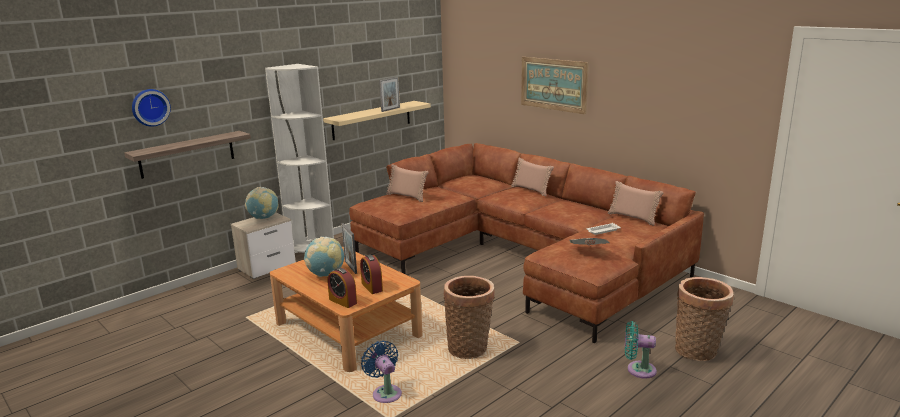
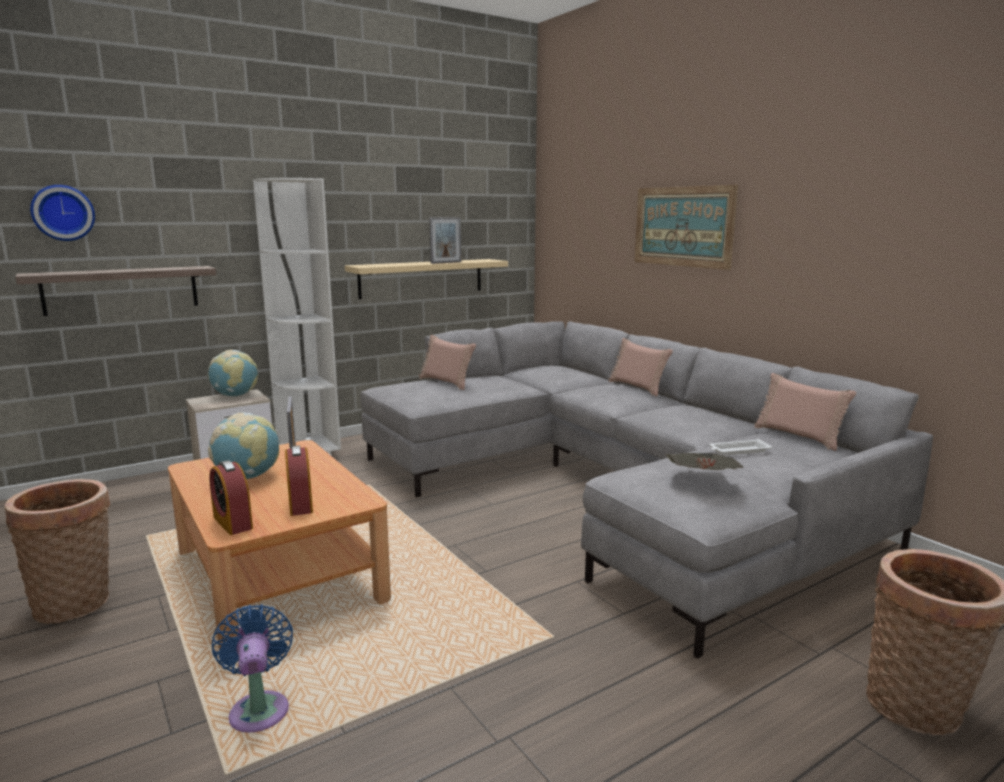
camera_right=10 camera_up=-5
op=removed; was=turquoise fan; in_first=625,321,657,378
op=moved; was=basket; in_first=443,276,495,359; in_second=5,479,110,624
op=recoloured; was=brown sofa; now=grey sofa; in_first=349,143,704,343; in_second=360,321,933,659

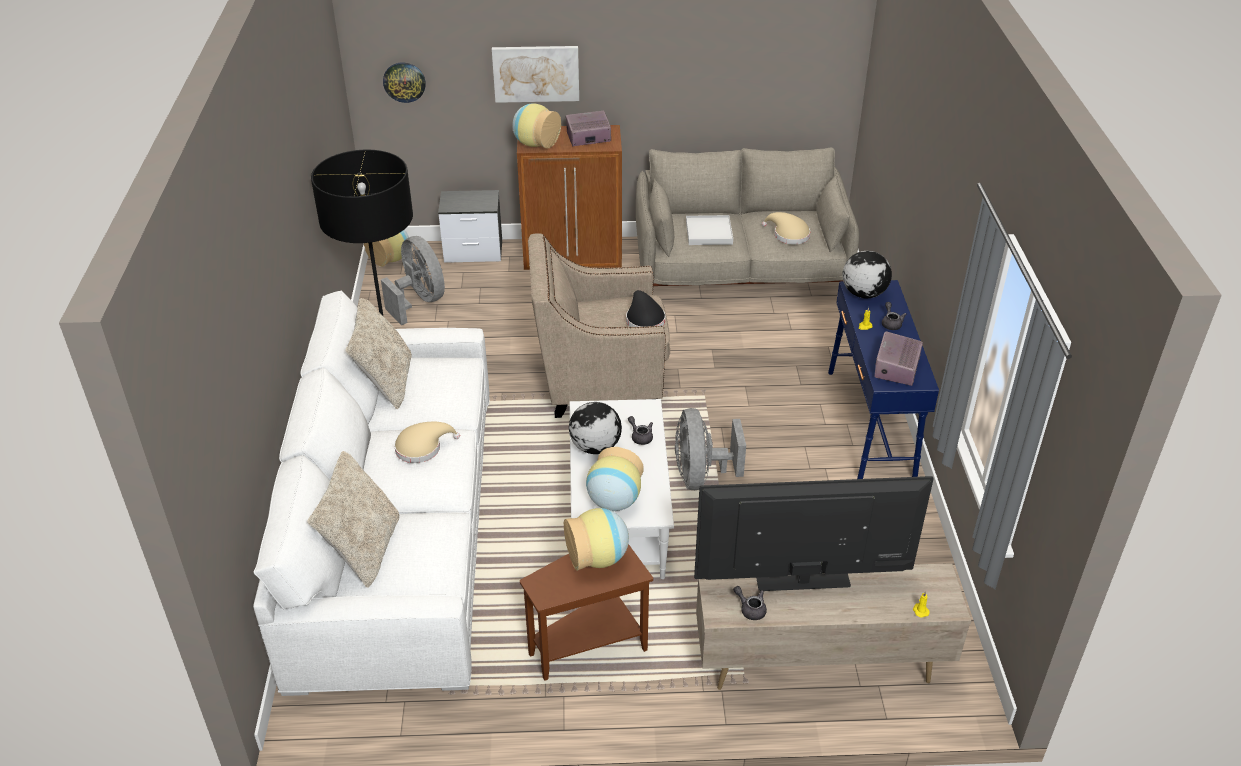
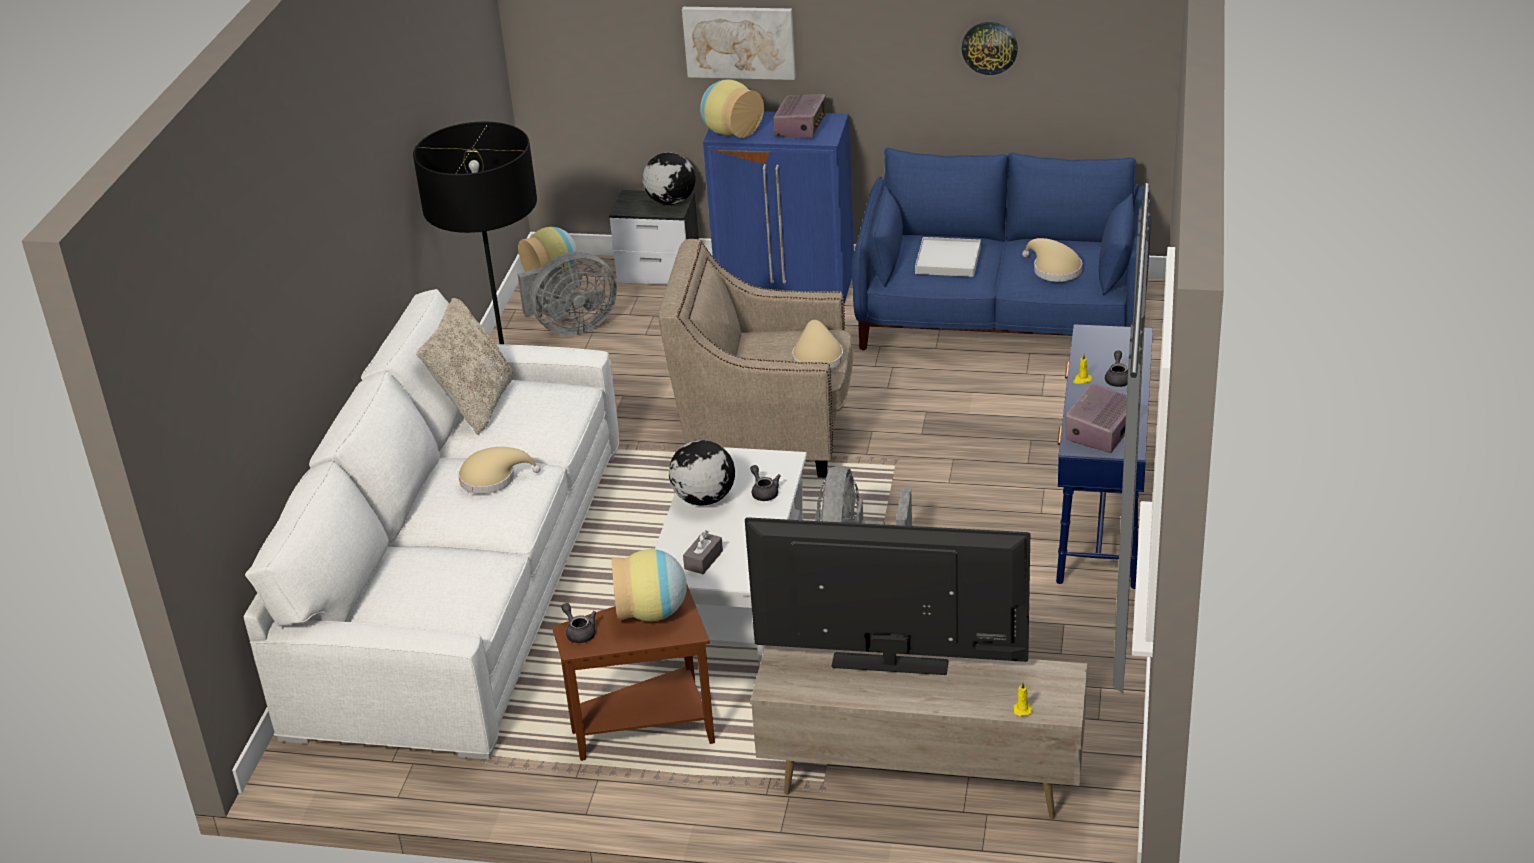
camera_right=15 camera_up=-5
op=removed; was=beige pillow; in_first=307,451,400,588
op=moved; was=wall clock; in_first=383,63,426,103; in_second=962,22,1018,75
op=moved; was=grey teapot; in_first=733,586,767,620; in_second=561,603,596,643
op=moved; was=globe; in_first=843,251,892,298; in_second=643,152,696,205
op=replaced; was=vase; now=grey tissue box; in_first=586,447,644,511; in_second=683,530,723,574
op=recoloured; was=brown cabinet; now=blue cabinet; in_first=517,125,622,270; in_second=703,111,854,304
op=recoloured; was=black hat; now=beige hat; in_first=626,290,665,327; in_second=792,320,843,370
op=recoloured; was=beige sofa; now=blue sofa; in_first=636,148,859,286; in_second=852,148,1150,351
op=turned; was=grey fan; in_first=381,236,445,325; in_second=518,252,617,336; clockwise=90
op=turned; was=radio; in_first=566,111,611,146; in_second=773,94,826,138; clockwise=105

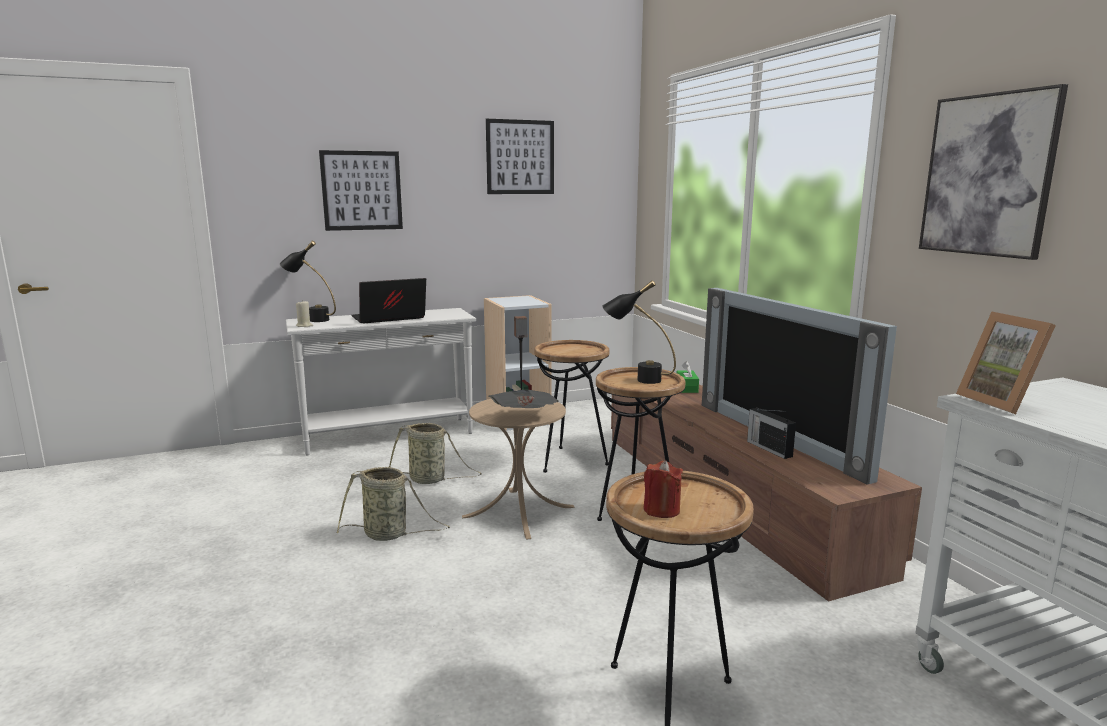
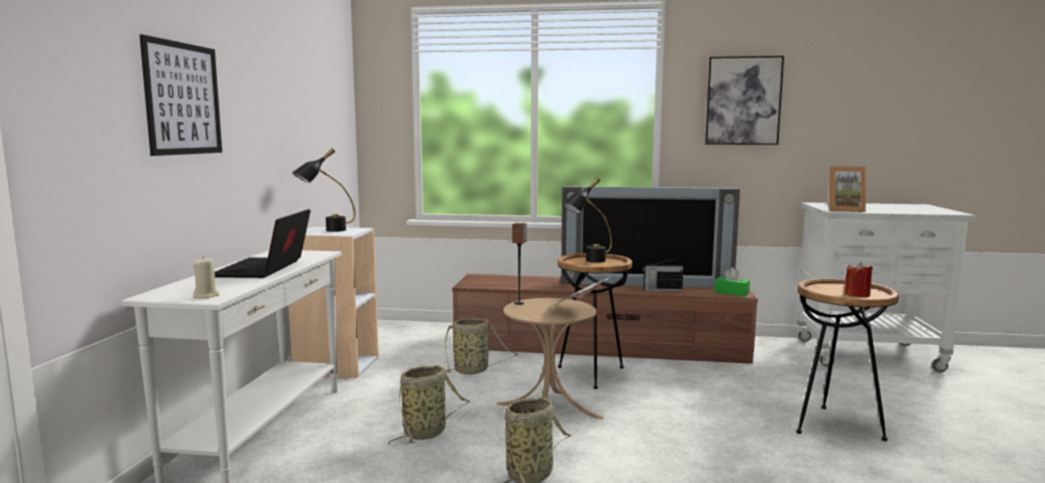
camera_right=-60 camera_up=-5
op=removed; was=picture; in_first=486,119,554,194
op=moved; was=black table lamp; in_first=280,241,336,322; in_second=292,148,355,232
op=moved; was=green tissue box; in_first=677,361,699,393; in_second=715,267,750,296
op=replaced; was=brown side table; now=basket; in_first=534,340,609,473; in_second=445,318,518,374

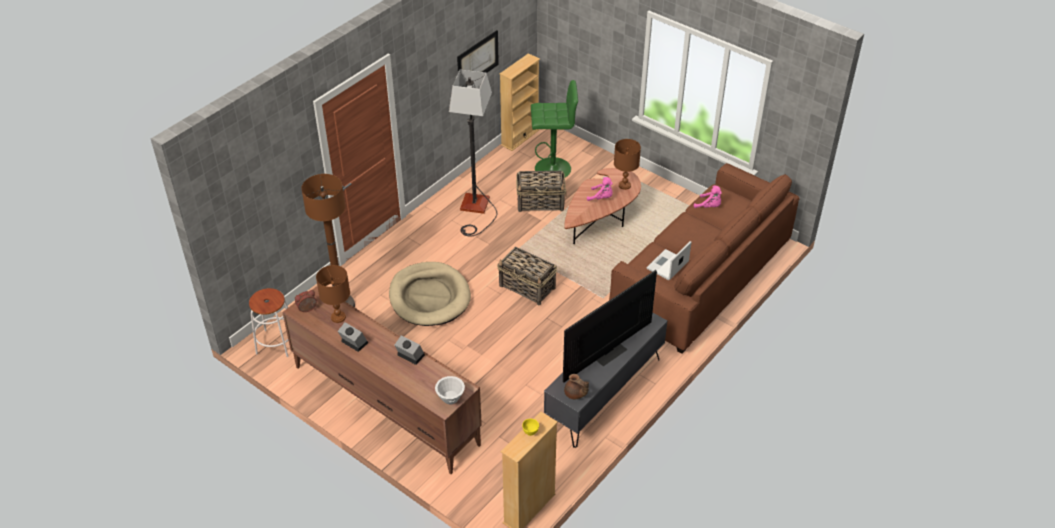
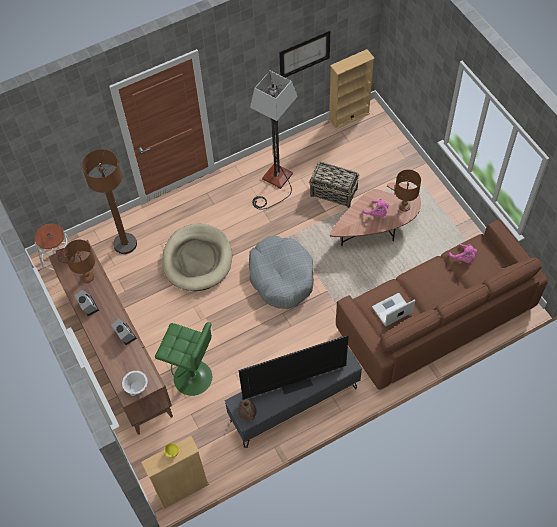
camera_right=25 camera_up=15
op=moved; was=green stool; in_first=531,80,578,179; in_second=155,322,212,396
op=replaced; was=basket; now=grey dog bed; in_first=497,247,557,305; in_second=249,236,314,309

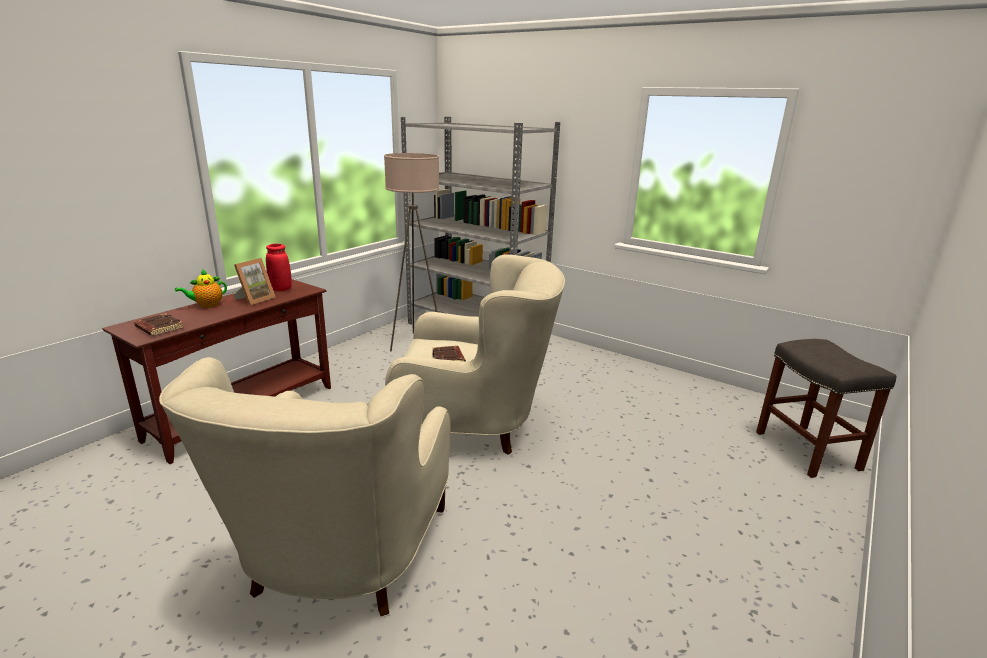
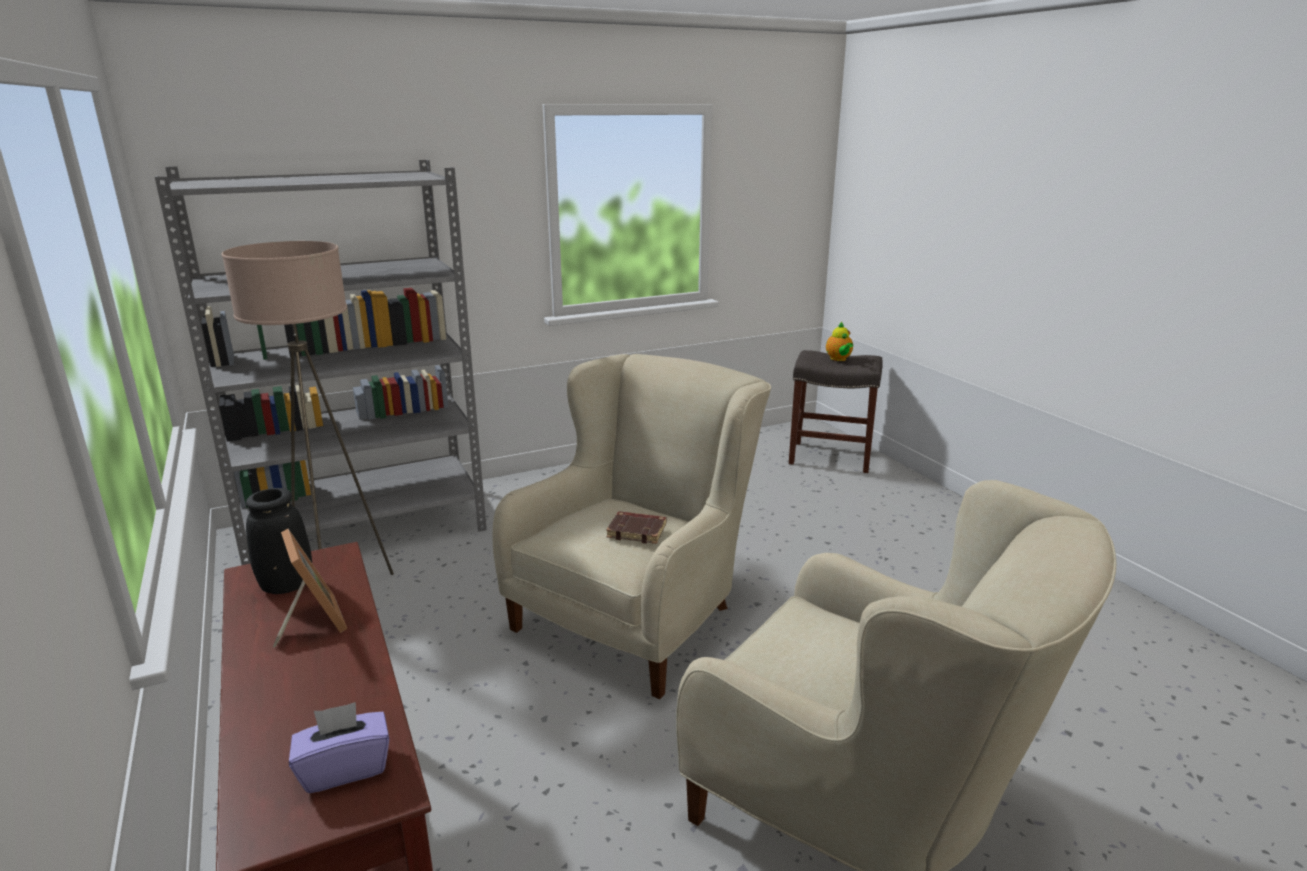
camera_right=-60 camera_up=0
op=moved; was=teapot; in_first=175,269,227,308; in_second=826,322,853,361
op=replaced; was=brown book; now=purple tissue box; in_first=134,313,184,336; in_second=289,702,389,793
op=recoloured; was=red vase; now=black vase; in_first=266,244,291,291; in_second=246,488,312,594

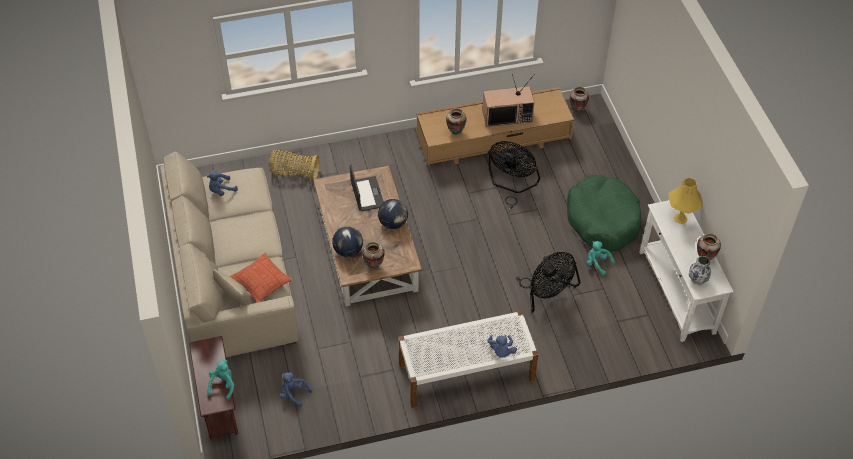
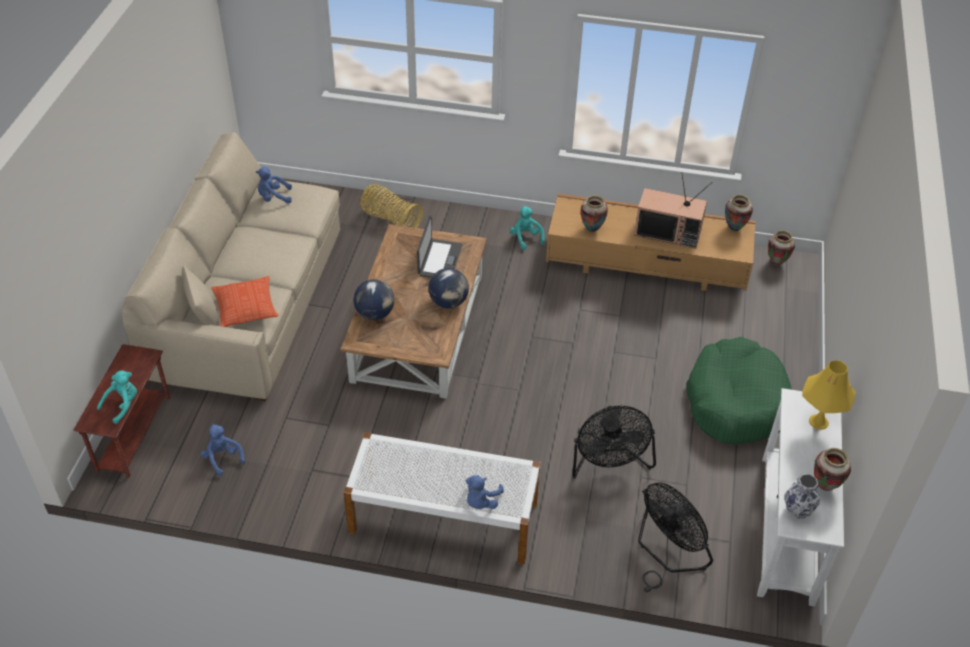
camera_right=25 camera_up=-5
op=moved; was=vase; in_first=362,241,385,269; in_second=725,195,753,231
op=moved; was=black fan; in_first=488,141,540,209; in_second=638,482,713,593
op=moved; was=turquoise plush toy; in_first=587,241,615,275; in_second=510,206,545,250

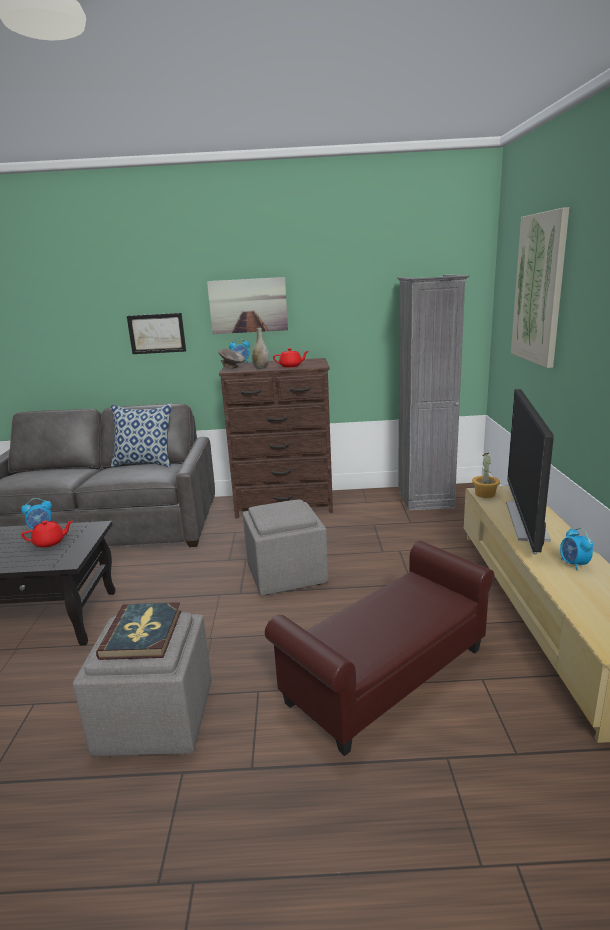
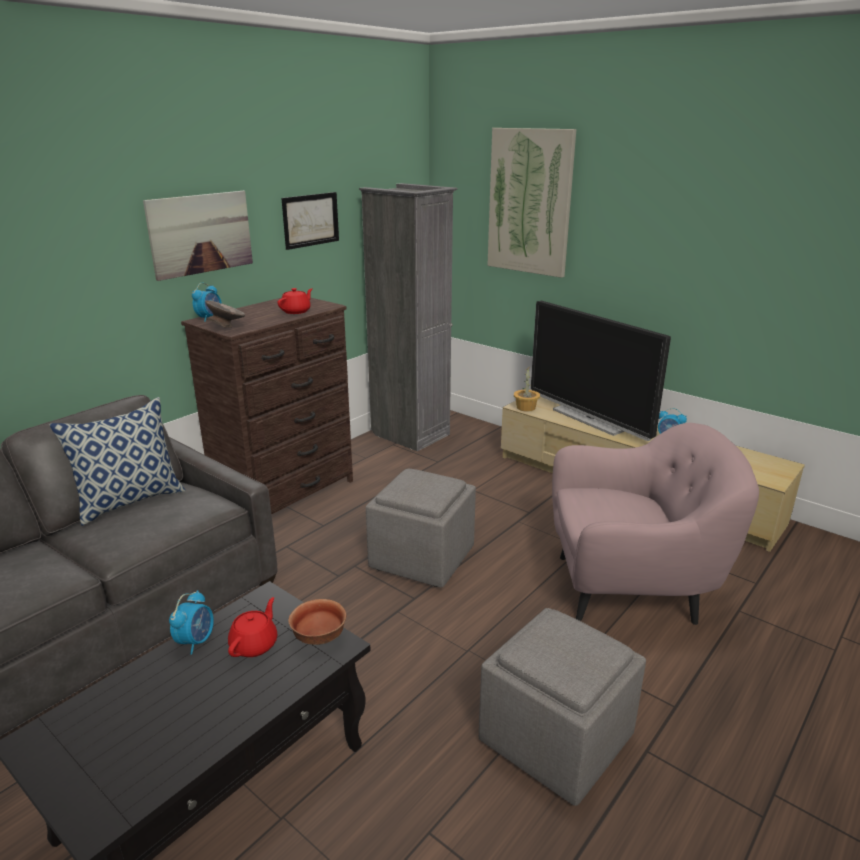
camera_right=-50 camera_up=5
op=removed; was=book; in_first=96,602,181,660
op=removed; was=grey vase; in_first=252,328,269,369
op=added; now=bowl; in_second=288,599,346,645
op=moved; was=picture; in_first=127,313,186,354; in_second=281,192,339,250
op=replaced; was=brown ottoman; now=pink armchair; in_first=265,541,494,756; in_second=552,423,759,625

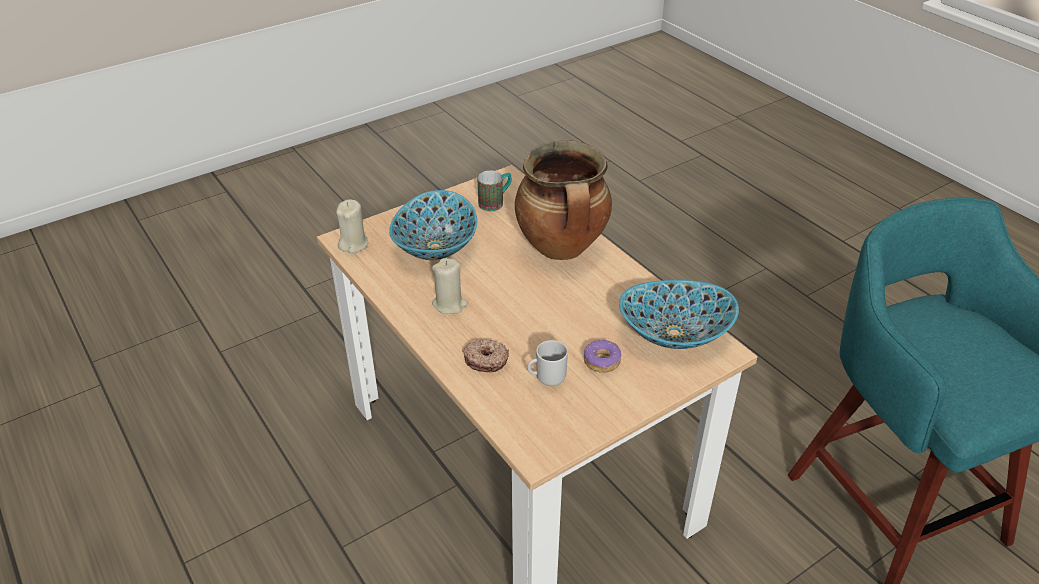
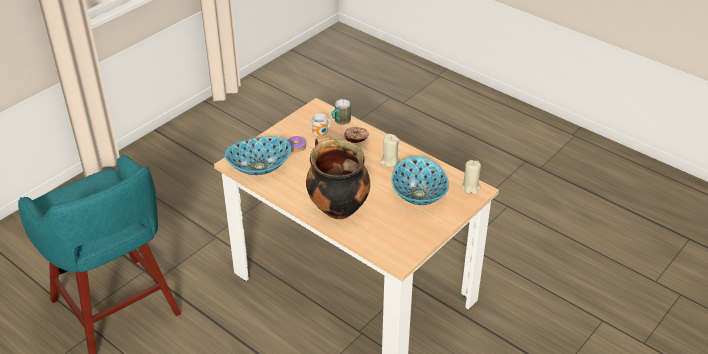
camera_right=165 camera_up=0
op=moved; was=mug; in_first=477,171,512,211; in_second=331,99,351,125

